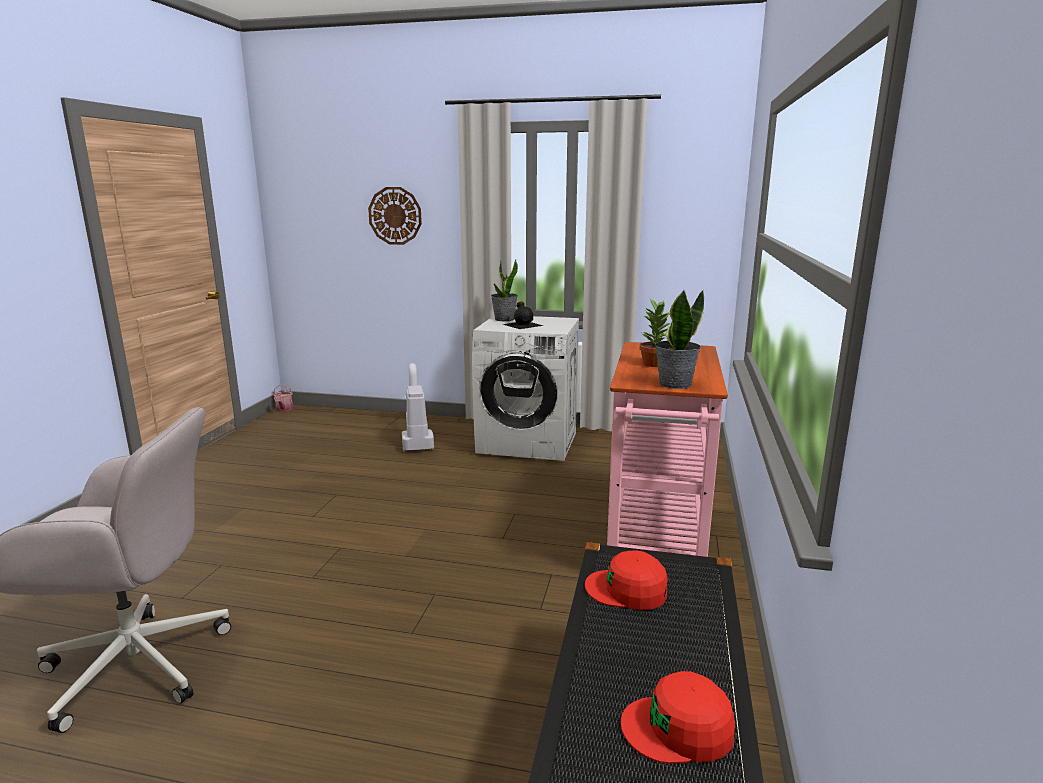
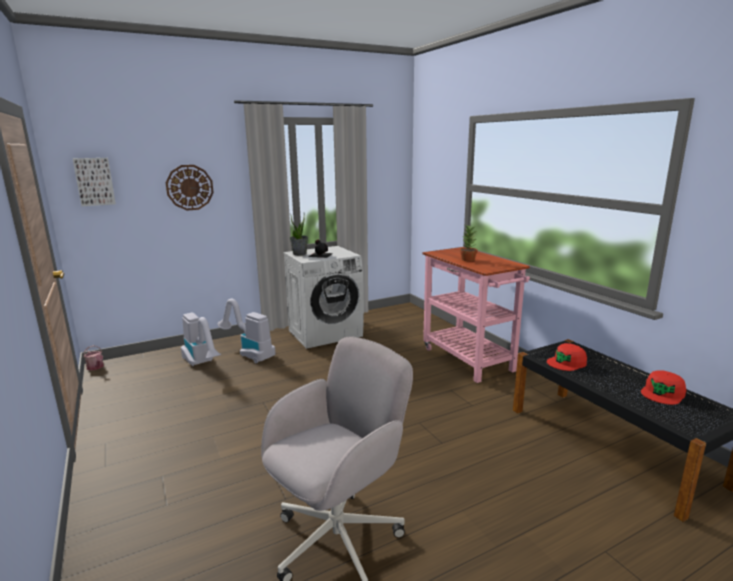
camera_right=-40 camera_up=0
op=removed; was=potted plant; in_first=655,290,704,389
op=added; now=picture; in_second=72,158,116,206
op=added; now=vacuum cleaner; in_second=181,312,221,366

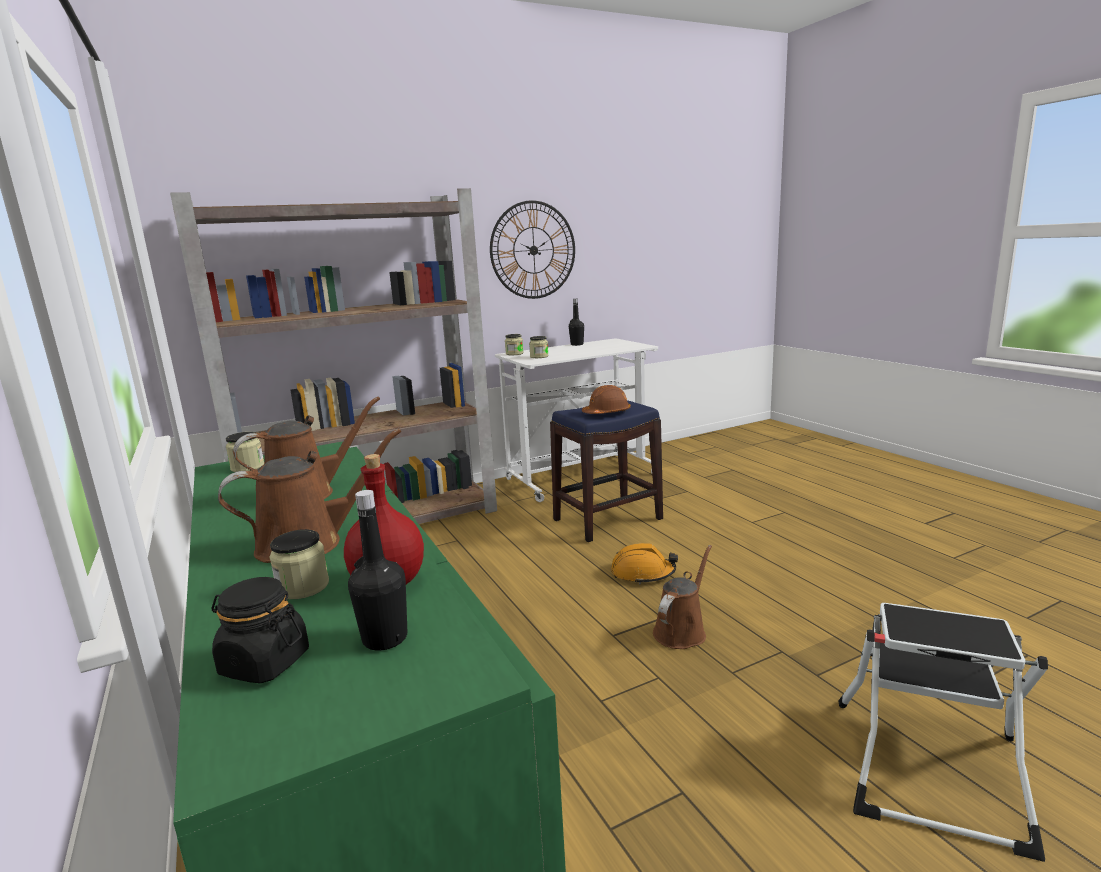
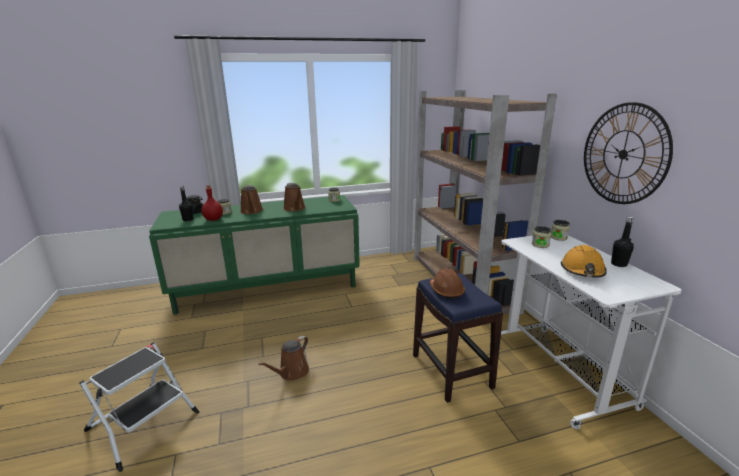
camera_right=100 camera_up=5
op=moved; was=orange hard hat; in_first=611,543,678,585; in_second=561,245,607,277
op=turned; was=brown watering can; in_first=653,545,712,649; in_second=258,336,309,381; clockwise=75

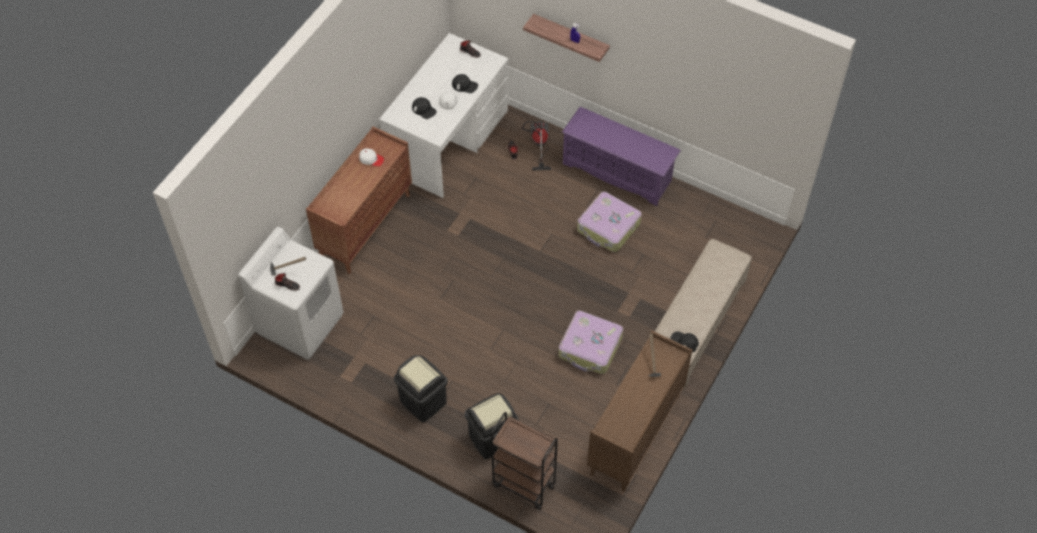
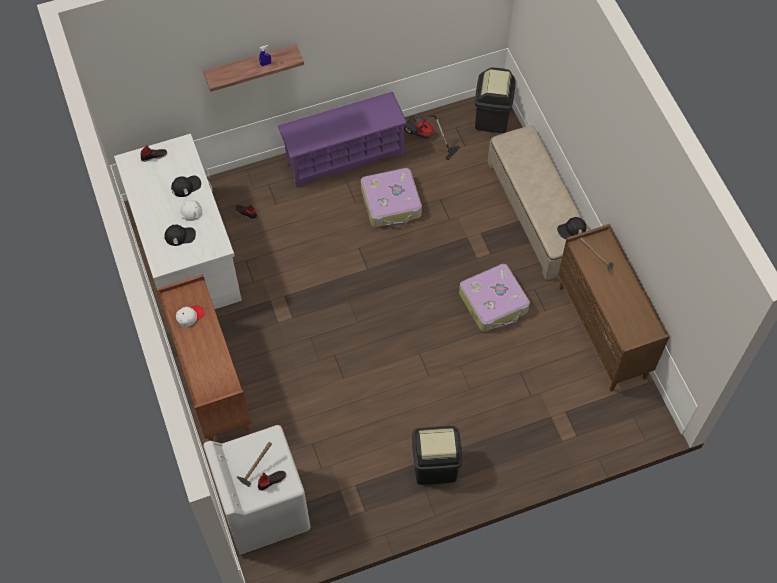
camera_right=-50 camera_up=5
op=removed; was=brown cart; in_first=491,412,558,510
op=moved; was=black trash can; in_first=465,393,519,459; in_second=475,67,516,133
op=moved; was=vacuum cleaner; in_first=521,121,551,171; in_second=404,114,460,160

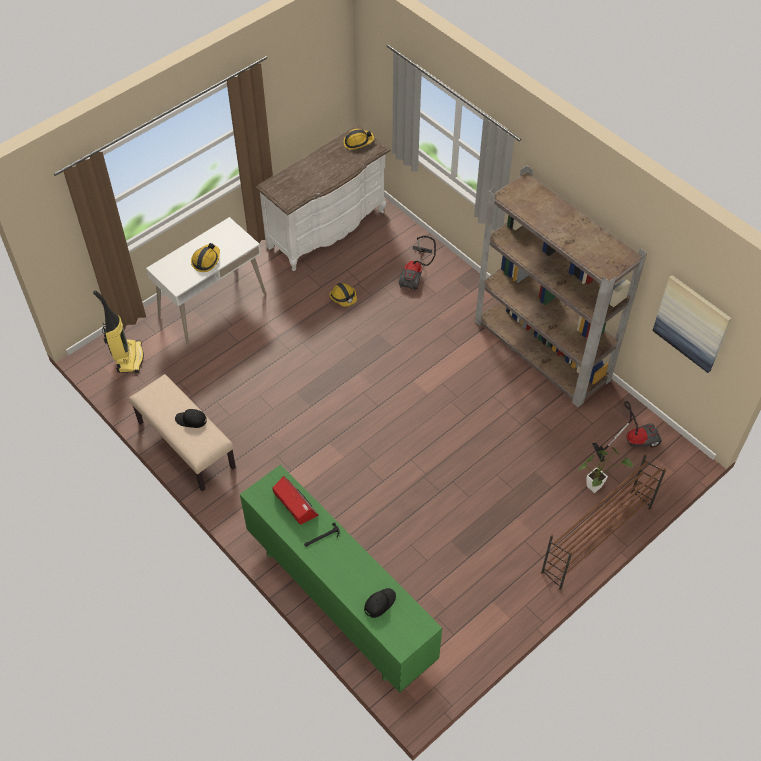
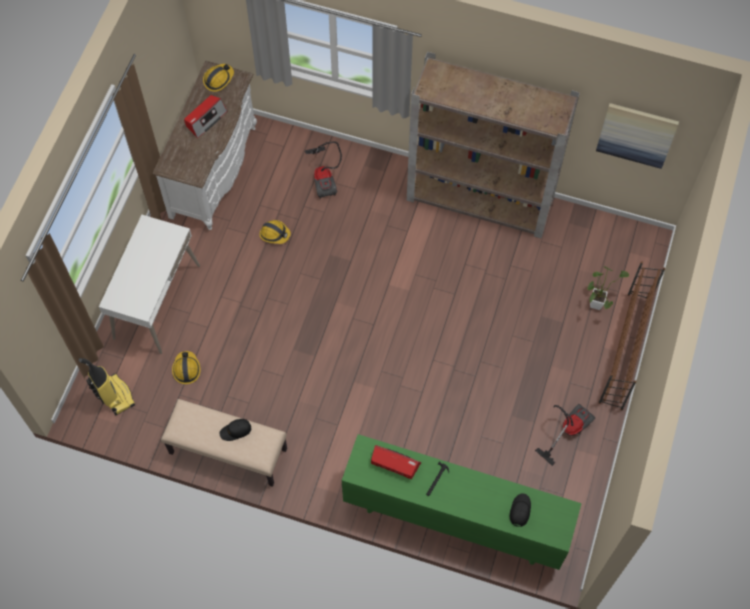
camera_right=-30 camera_up=10
op=added; now=radio; in_second=184,95,227,138
op=moved; was=hard hat; in_first=191,243,220,272; in_second=172,351,201,384
op=moved; was=vacuum cleaner; in_first=592,401,662,462; in_second=535,404,595,466

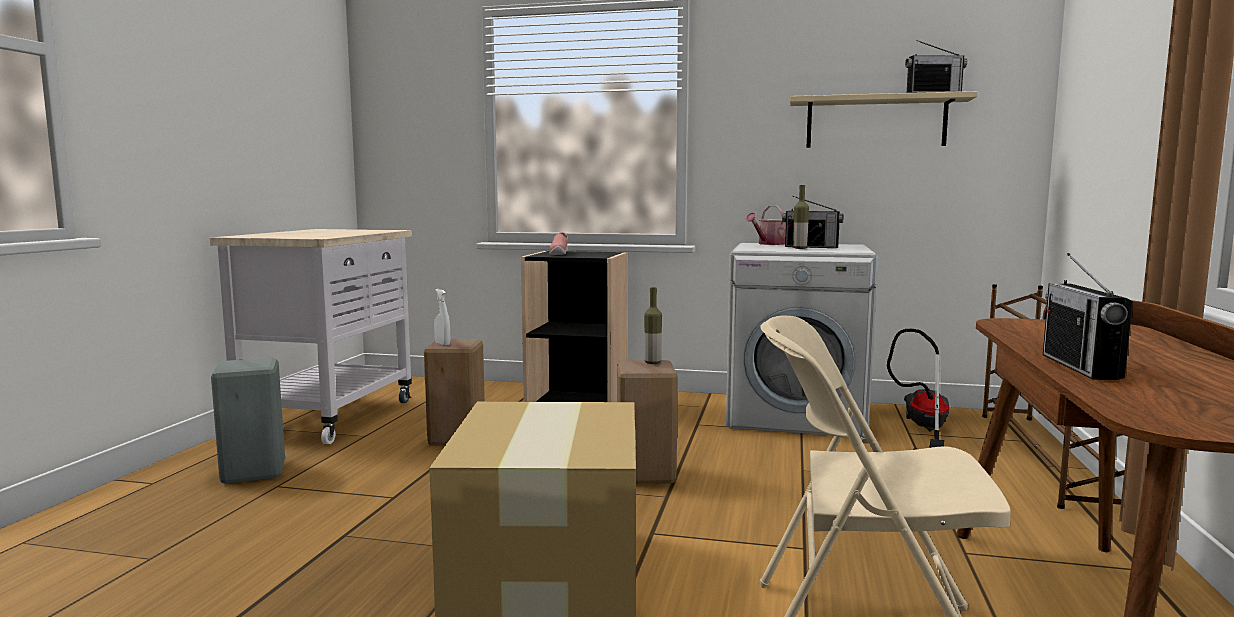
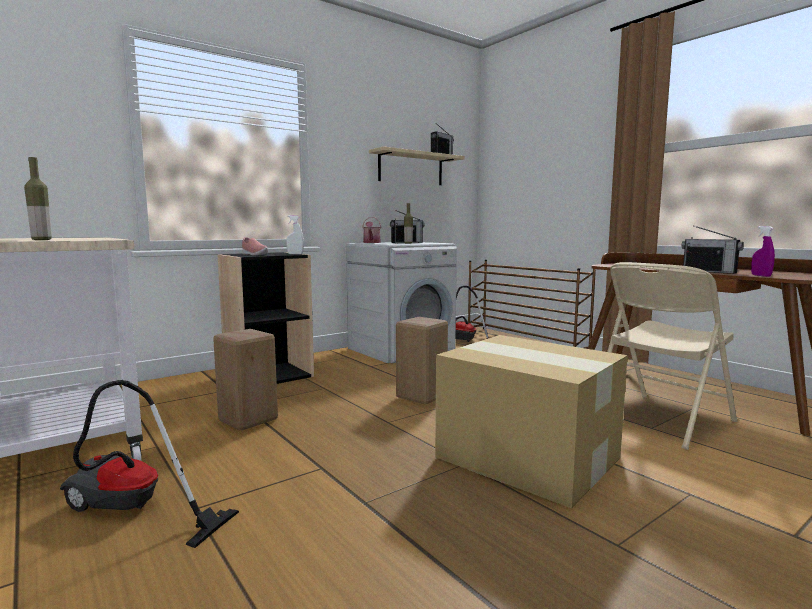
camera_right=-50 camera_up=0
op=added; now=purple spray bottle; in_second=751,226,775,277
op=moved; was=white spray bottle; in_first=434,289,450,346; in_second=286,215,304,254
op=moved; was=bottle; in_first=644,287,662,364; in_second=24,157,52,240
op=replaced; was=grey stool; now=vacuum cleaner; in_first=211,358,285,484; in_second=60,380,239,548

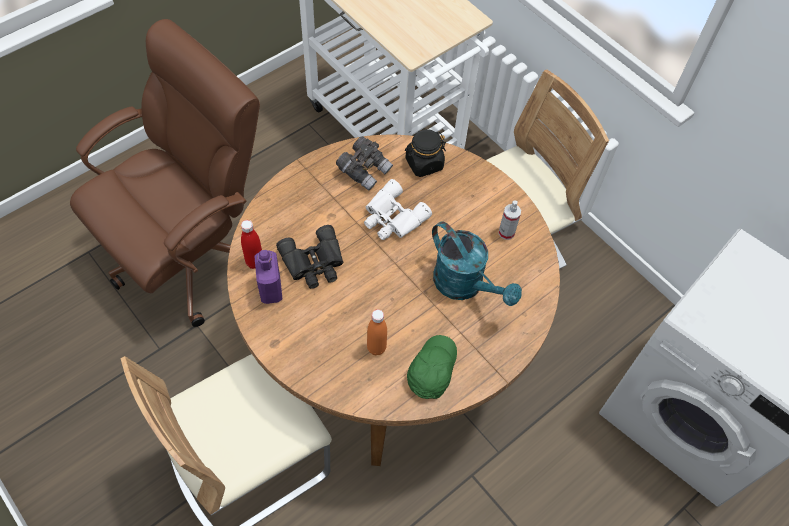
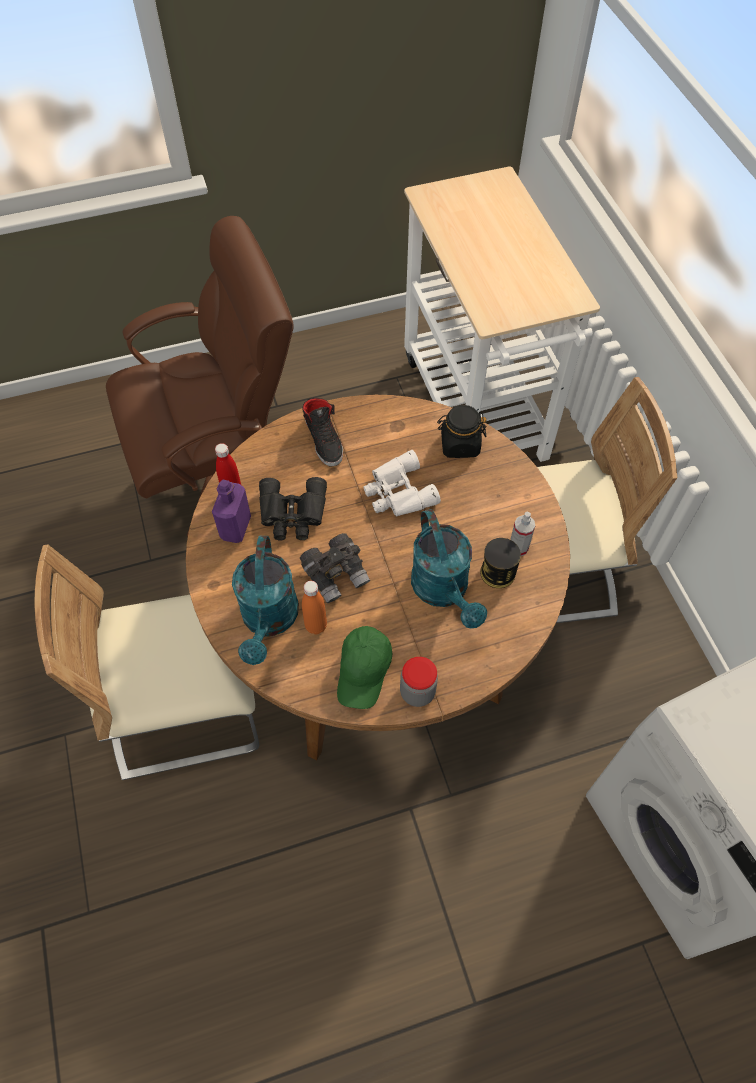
camera_right=25 camera_up=0
op=added; now=turquoise watering can; in_second=232,536,299,665
op=added; now=black shoe; in_second=302,398,343,467
op=added; now=jar; in_second=400,657,438,707
op=added; now=can; in_second=480,538,521,588
op=moved; was=grey binoculars; in_first=336,136,393,191; in_second=300,533,370,603
op=turned; was=green cap; in_first=407,335,457,399; in_second=337,626,392,709; clockwise=150

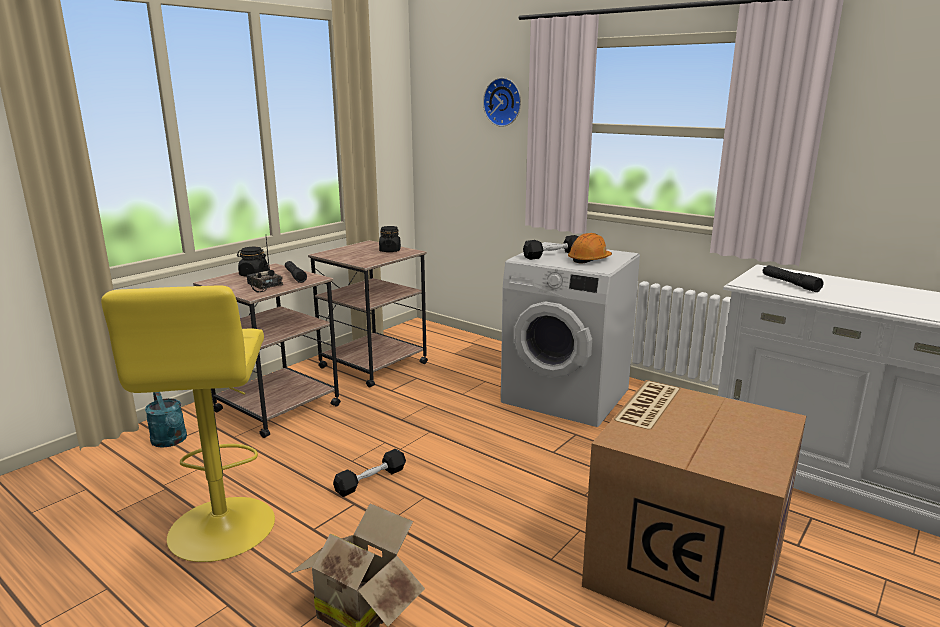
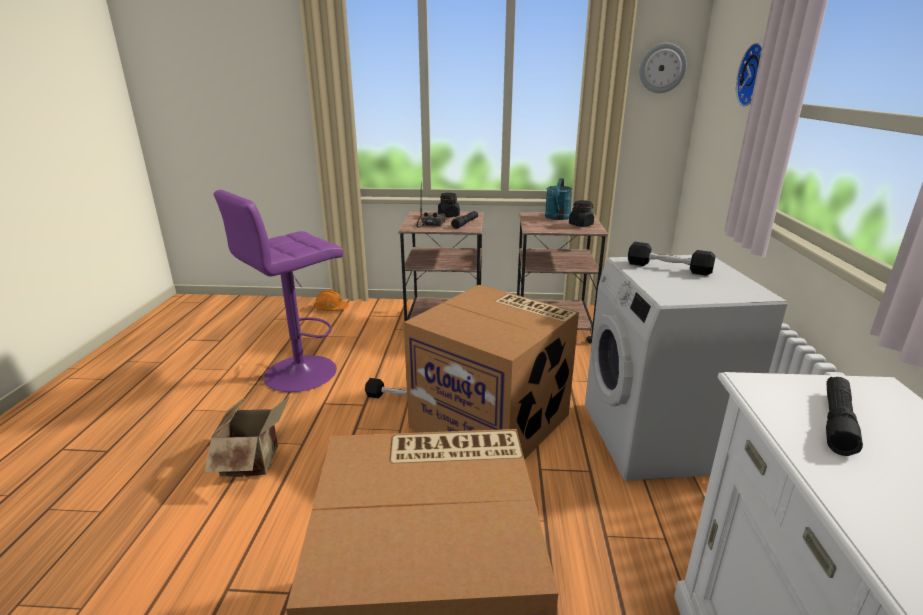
camera_right=55 camera_up=5
op=added; now=cardboard box; in_second=404,285,579,460
op=added; now=wall clock; in_second=639,43,687,93
op=moved; was=turquoise watering can; in_first=145,392,187,448; in_second=545,178,572,220
op=moved; was=orange hard hat; in_first=568,233,612,264; in_second=314,290,348,310
op=recoloured; was=yellow stool; now=purple stool; in_first=101,285,275,562; in_second=213,190,343,392

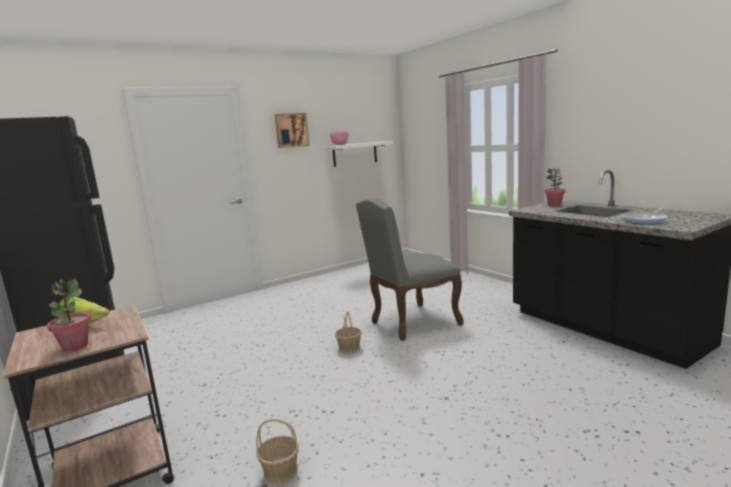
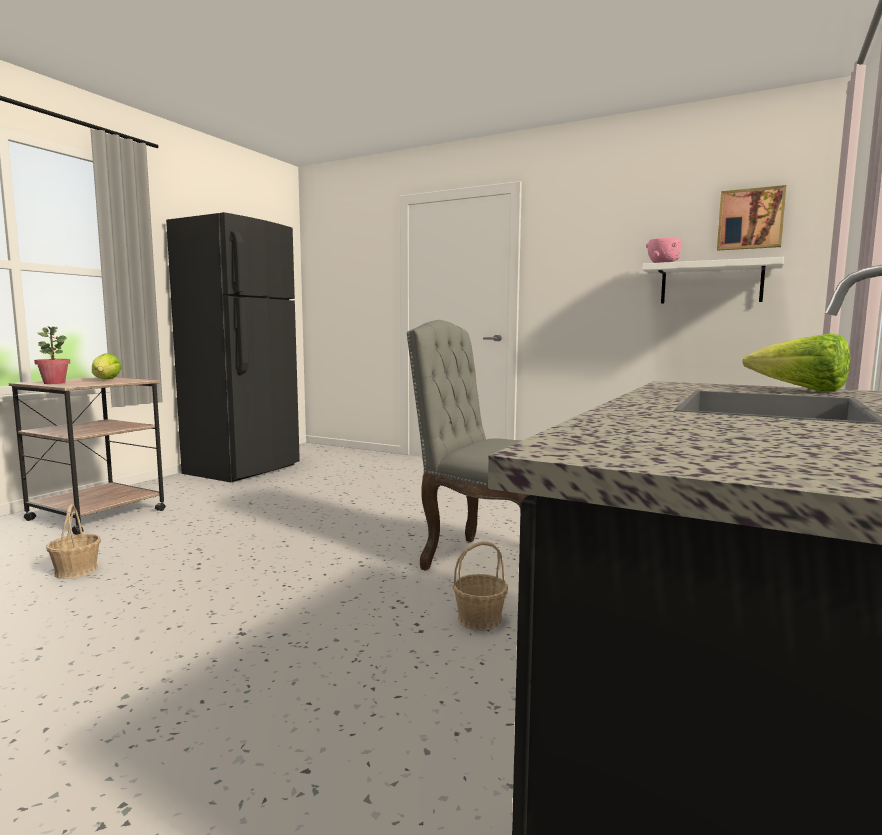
camera_right=60 camera_up=-5
op=removed; was=frying pan; in_first=622,208,668,225
op=moved; was=picture; in_first=274,113,310,148; in_second=717,185,786,251
op=moved; was=basket; in_first=335,311,362,354; in_second=453,541,508,631
op=replaced; was=potted plant; now=lettuce; in_first=545,168,566,206; in_second=743,333,850,392

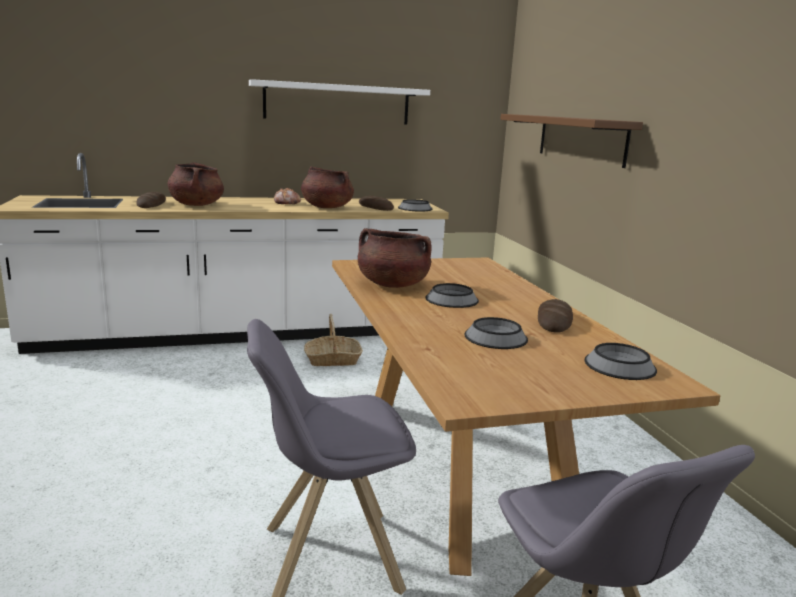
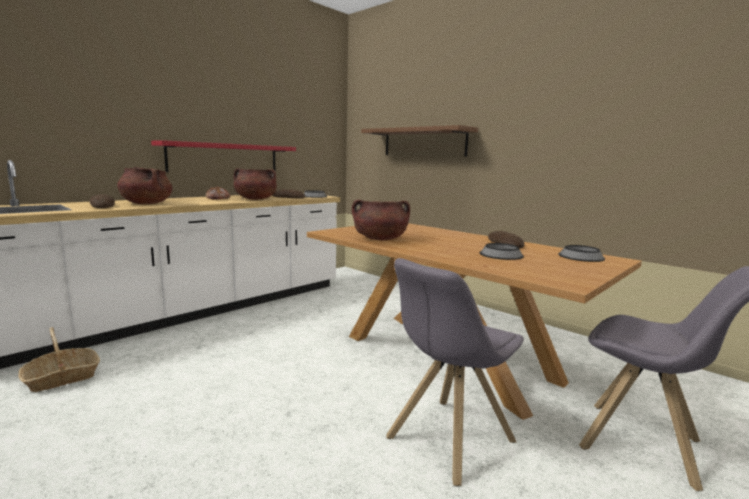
camera_right=-30 camera_up=-5
op=removed; was=white shelf; in_first=249,79,430,124
op=removed; was=bowl; in_first=425,283,479,308
op=added; now=red shelf; in_second=151,140,296,172
op=moved; was=basket; in_first=304,314,363,366; in_second=18,327,100,392

